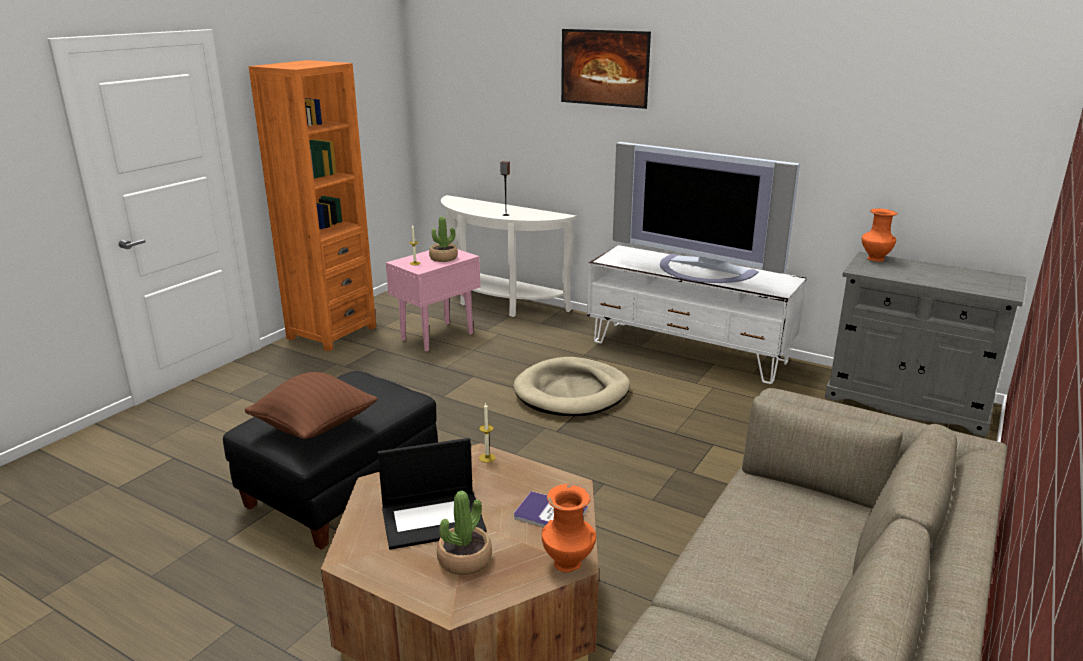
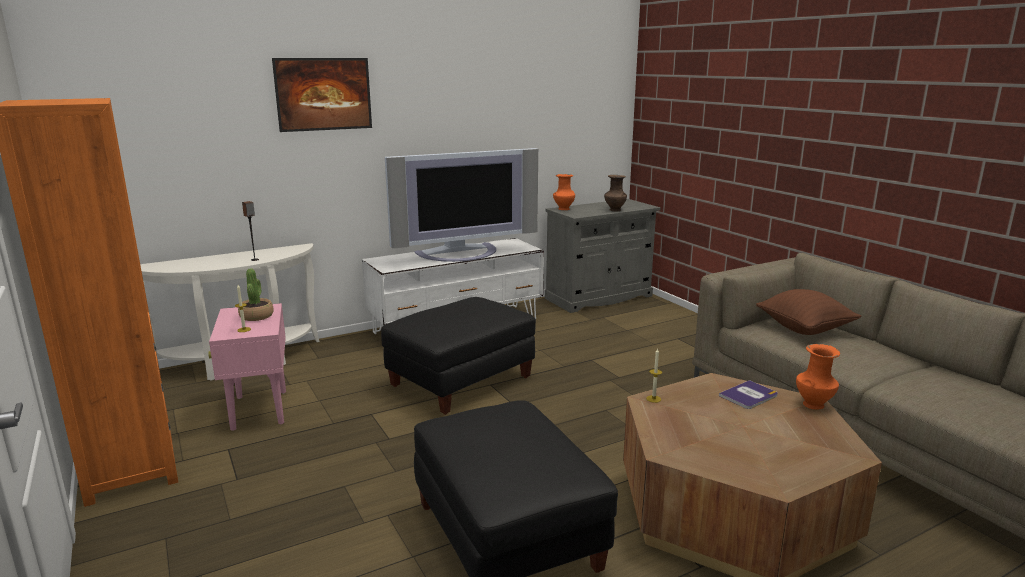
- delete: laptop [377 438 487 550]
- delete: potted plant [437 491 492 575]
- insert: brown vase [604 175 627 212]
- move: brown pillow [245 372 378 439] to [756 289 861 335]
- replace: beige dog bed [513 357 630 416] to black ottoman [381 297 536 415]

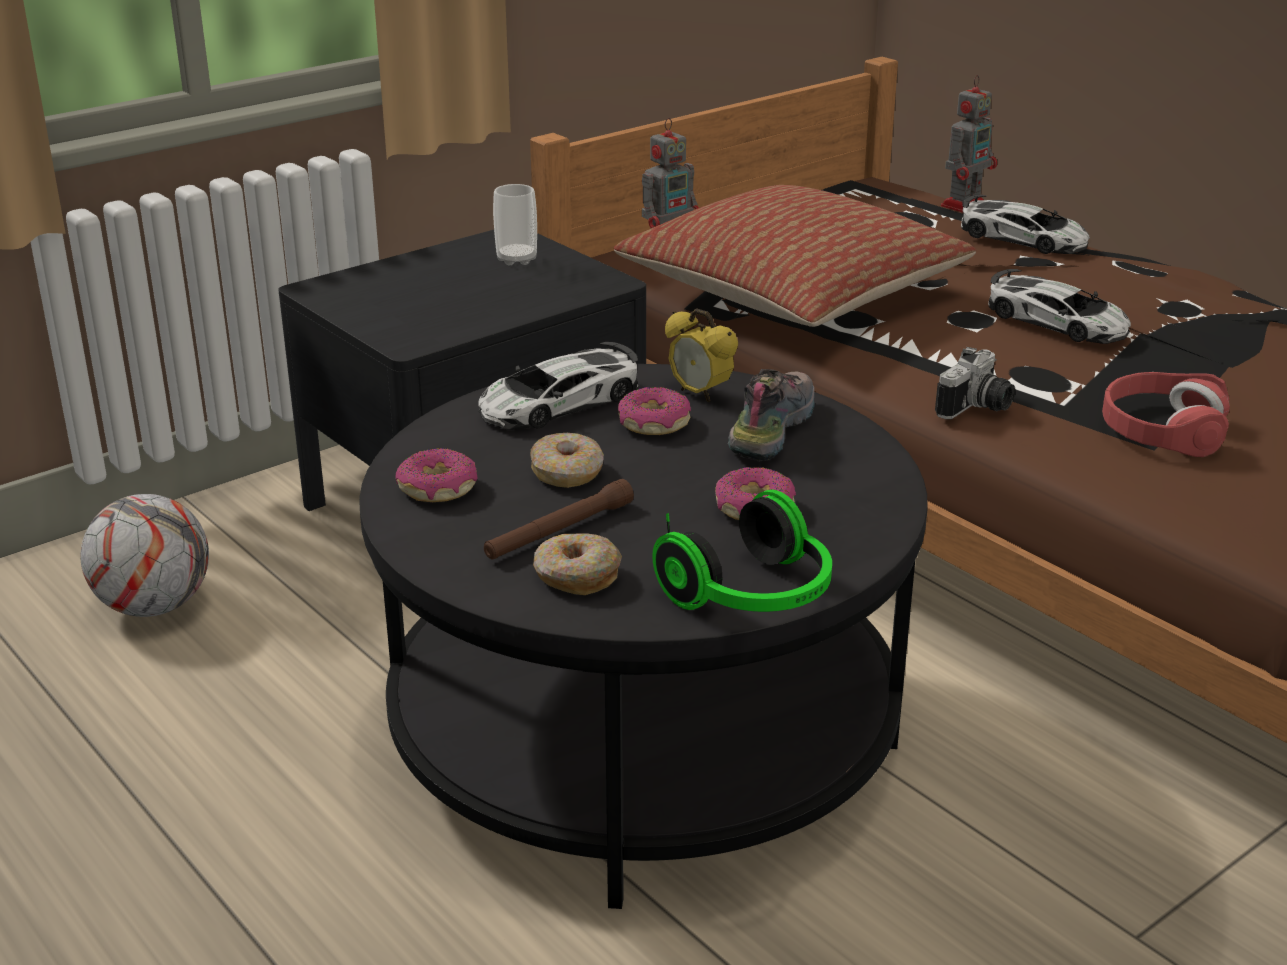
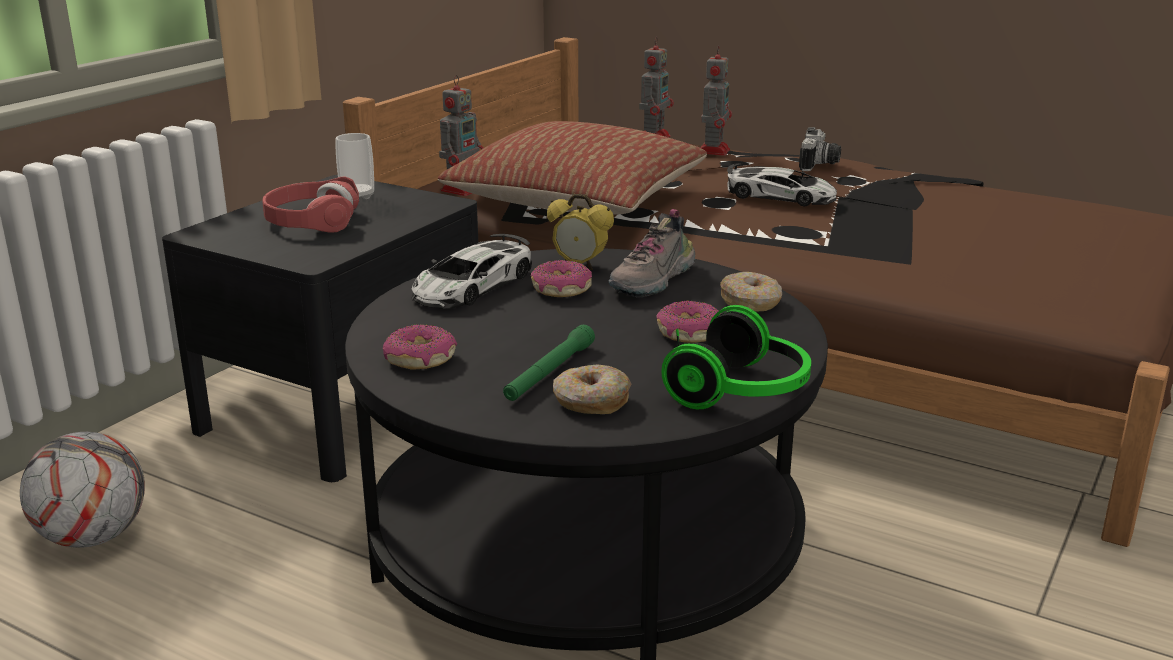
- move: donut [531 433 604 488] to [720 272 782 312]
- move: photo camera [935 347 1015 419] to [799 127 841 171]
- move: red headphones [1102 372 1230 457] to [262 177 359 233]
- replace: toy car [961 195 1090 254] to toy robot [700 45 732 156]
- recolor: brown flashlight [484 479 634 560] to green flashlight [503 325 595 401]
- rotate: shoe [728 369 815 462] = [608 209 695 298] 150 degrees counterclockwise

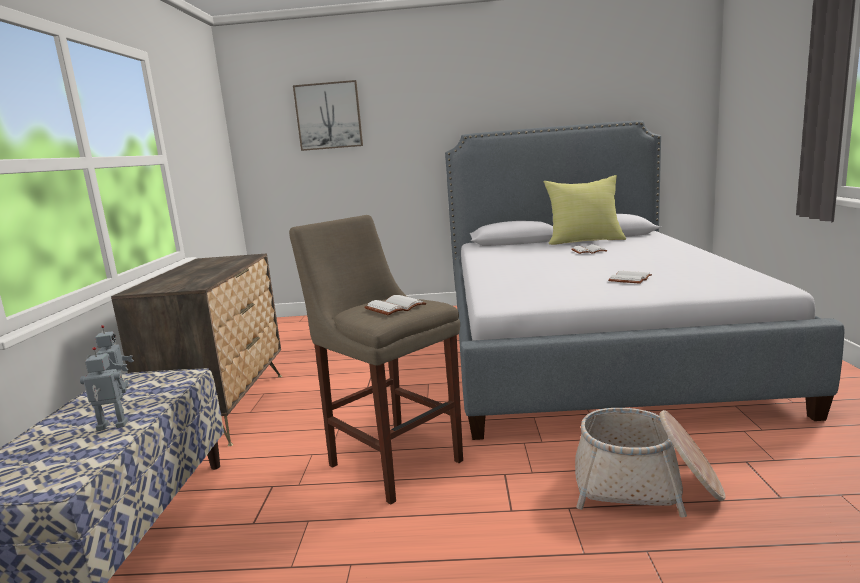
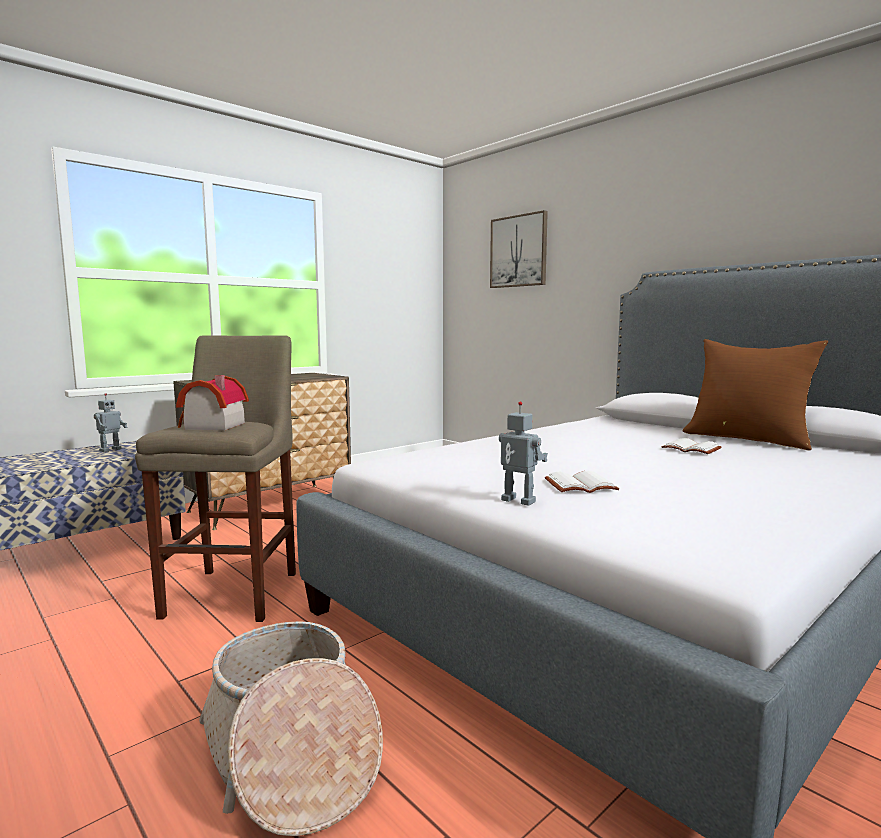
- move: toy robot [80 347 129 431] to [499 401 548 506]
- replace: white book [364 295 427 316] to toy house [176 375 249 430]
- recolor: yellow pillow [544 175 626 245] to brown pillow [683 339 828 451]

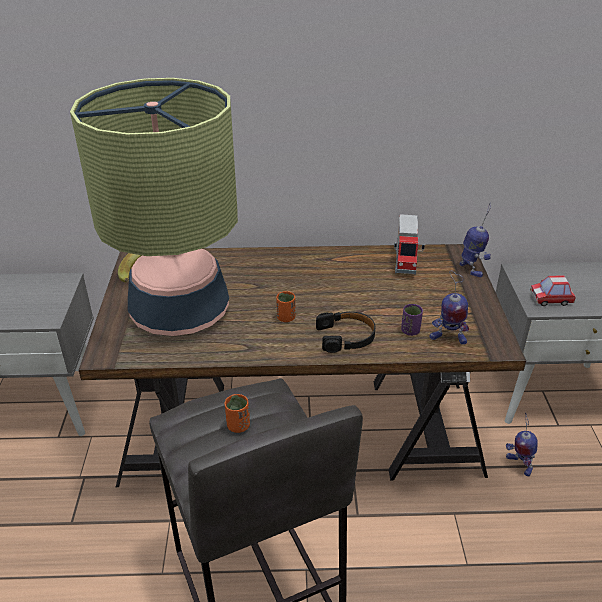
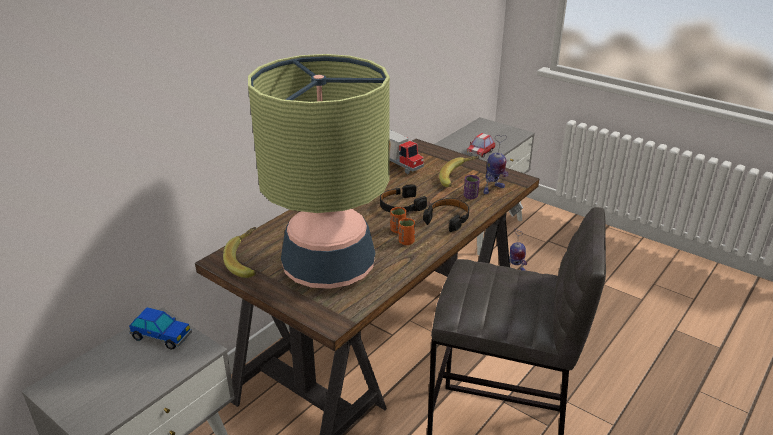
- delete: toy robot [459 202 491 278]
- insert: toy car [129 307 192 350]
- insert: black headphones [380 184 427 212]
- insert: banana [439 156 479 187]
- move: orange cup [224 394 250 433] to [399 218 415 245]

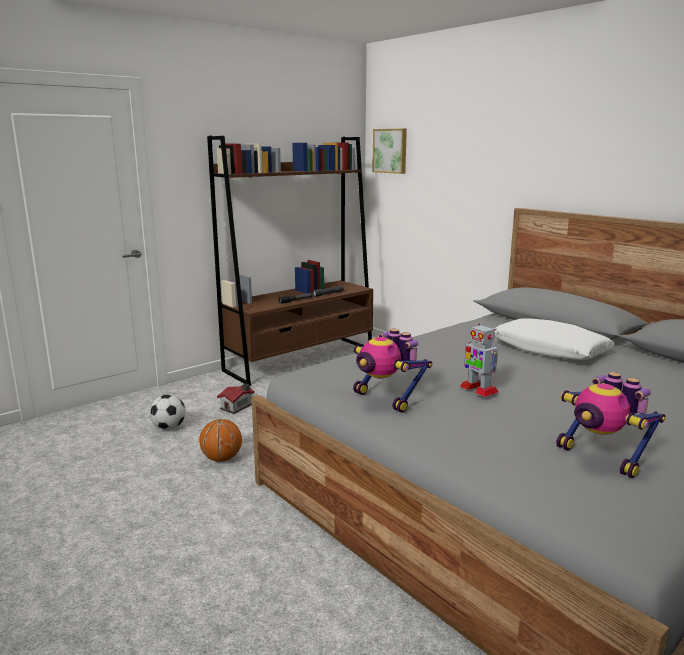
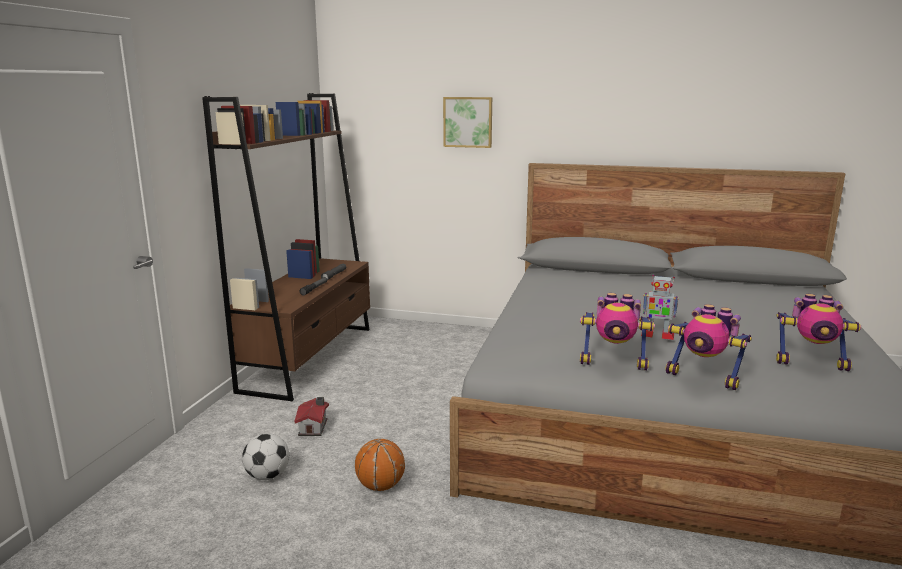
- delete: white pillow [494 318 615 360]
- insert: toy robot [665 304 752 390]
- move: picture [372 129 407 174] to [443 97 492 148]

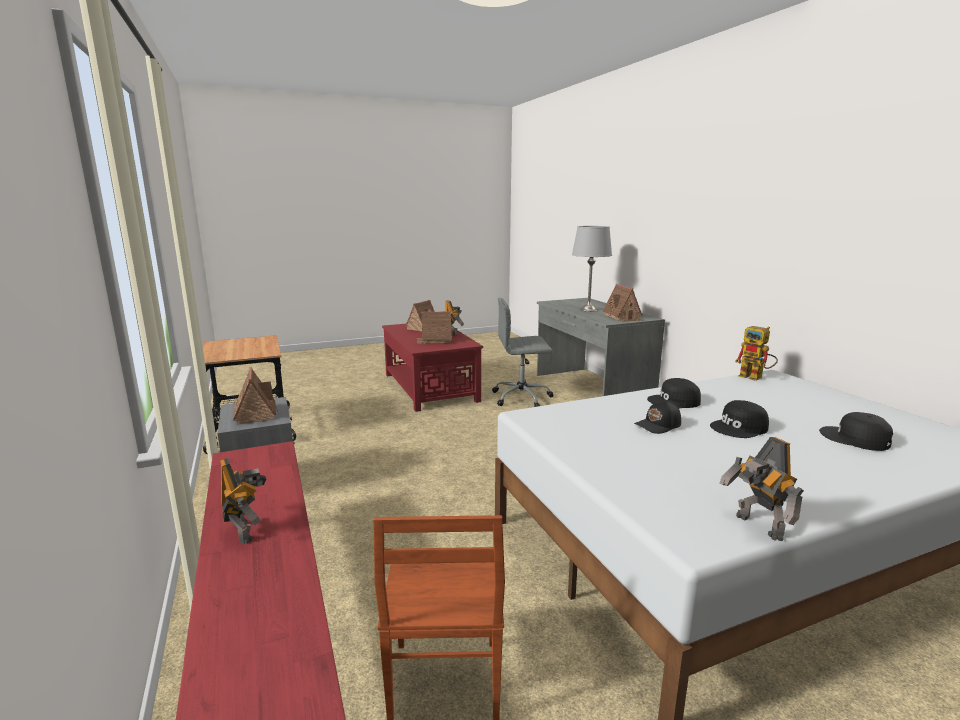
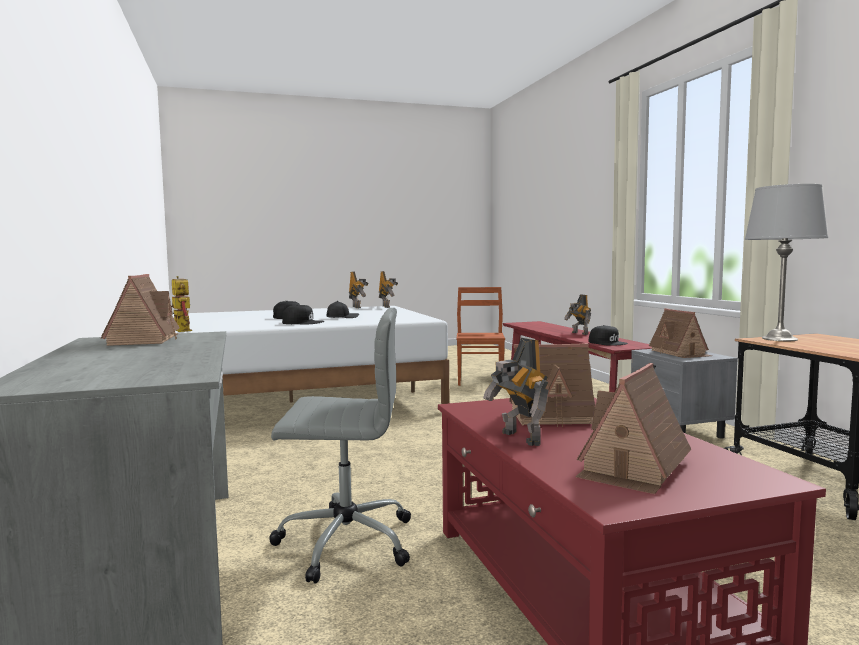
- insert: toy robot [379 271 398 308]
- move: grey table lamp [572 226 612 312] to [745 184 828 341]
- move: black cap [819 412 893 451] to [589 325 628 346]

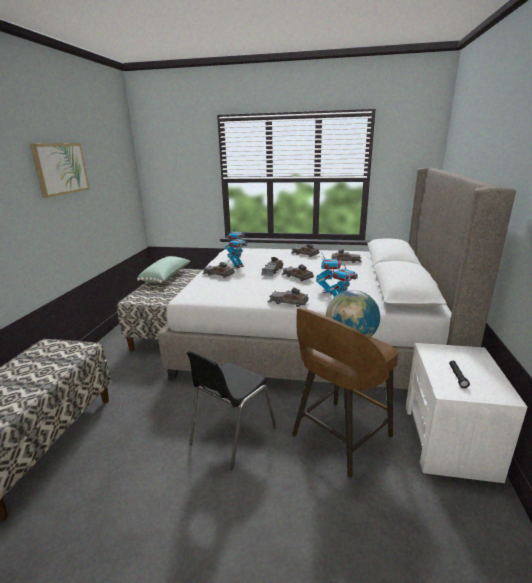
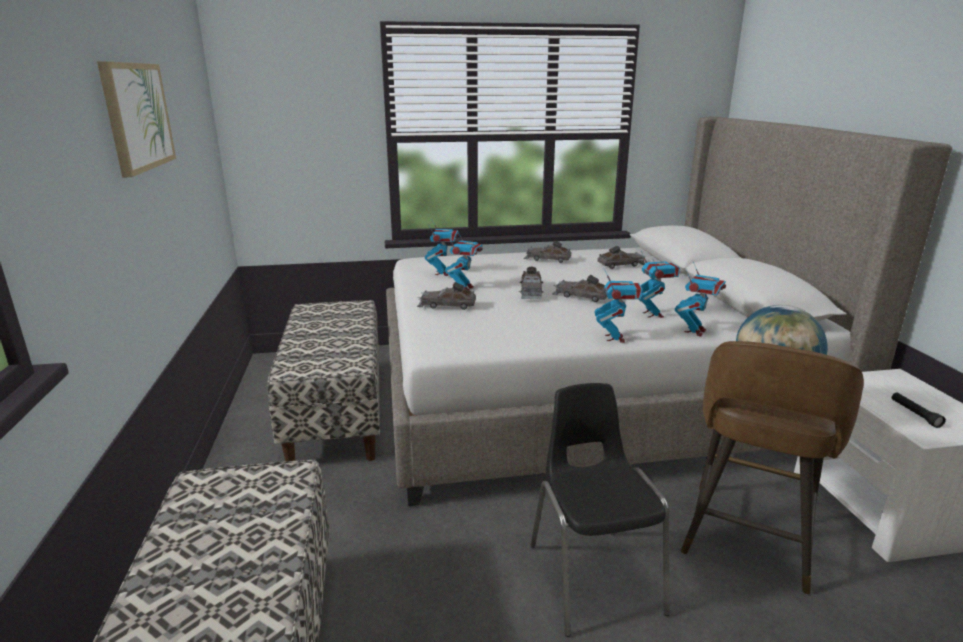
- delete: green pillow [137 256 191 283]
- replace: grey toy car [268 287 309 307] to toy robot [595 269 643 343]
- rotate: black chair [187 351 277 471] = [530 383 670 637] 150 degrees clockwise

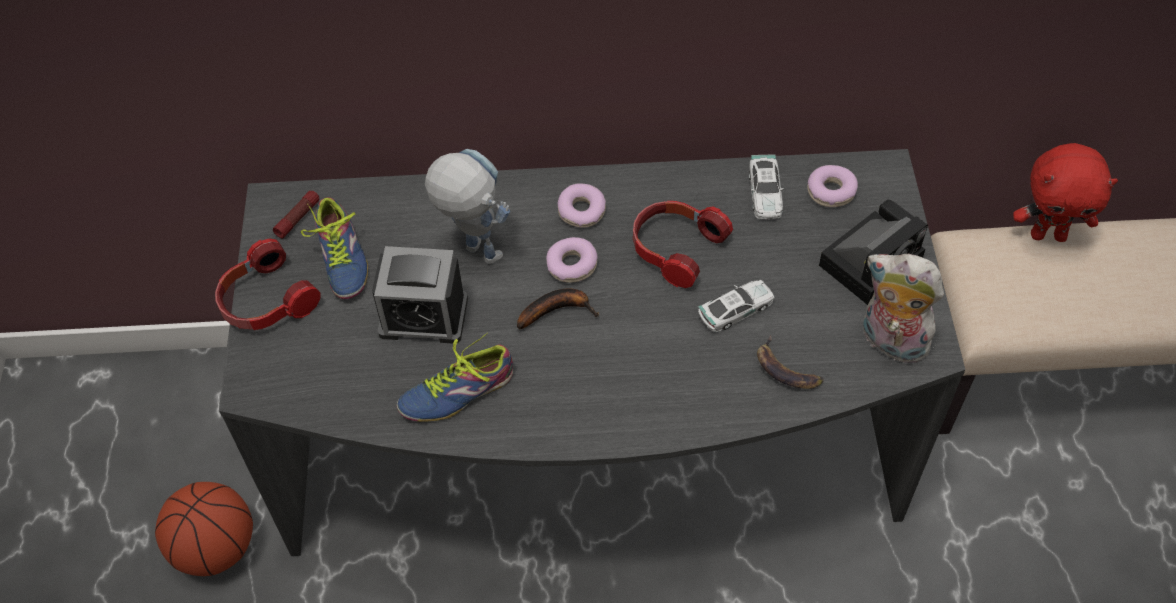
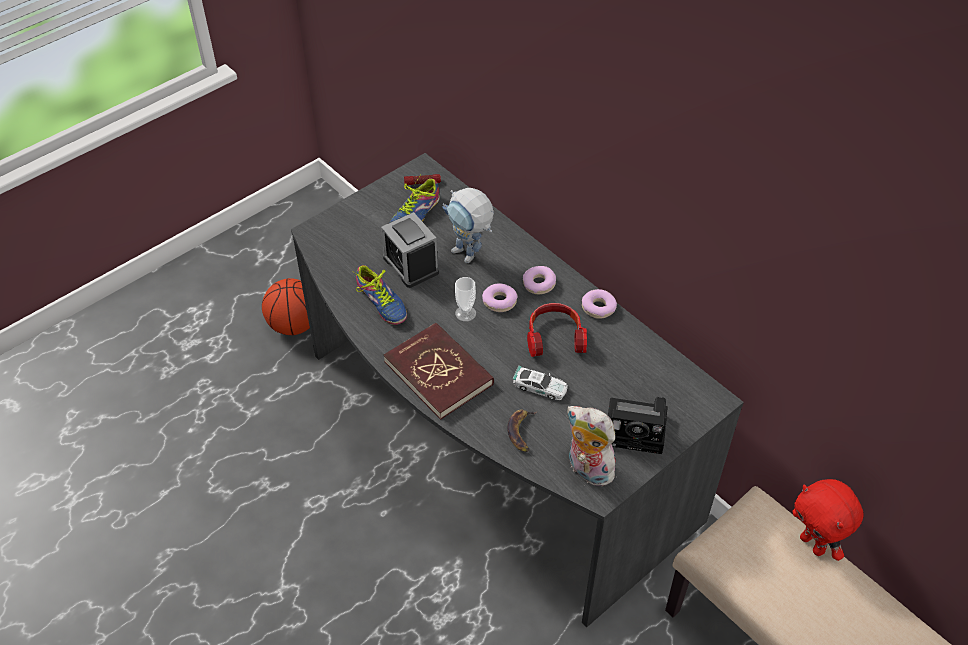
- delete: headphones [215 238 321 330]
- delete: toy car [749 154 784 219]
- insert: red book [384 323 494 420]
- move: donut [807 165 858 207] to [582 289 617 319]
- replace: banana [517 288 599 330] to cup [455 277 476 322]
- rotate: shoe [397 333 513 422] = [354 265 407 325] 150 degrees counterclockwise
- rotate: toy robot [425 149 510 264] = [442 188 494 263] 135 degrees clockwise
- rotate: plush toy [863 254 944 363] = [567 406 621 486] 45 degrees counterclockwise

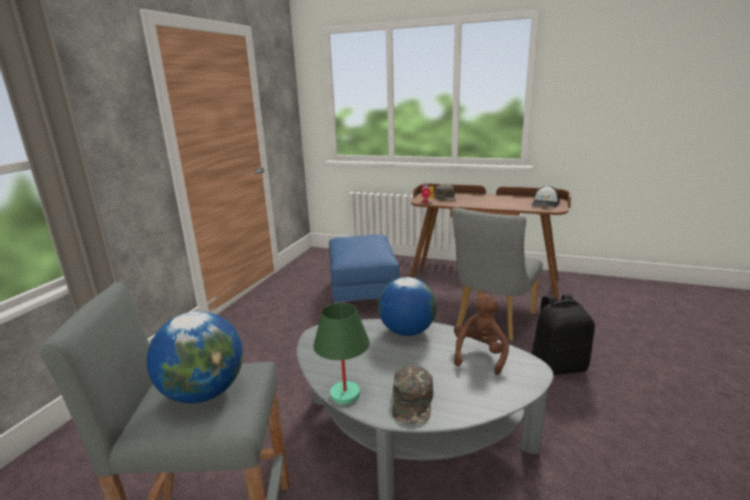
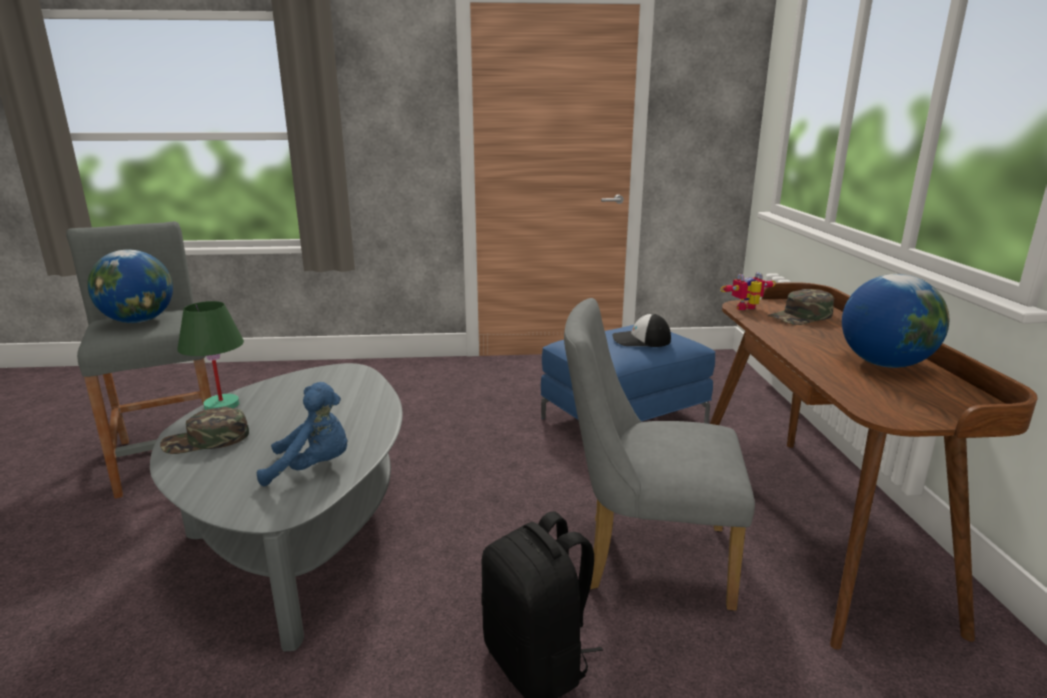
- move: globe [378 277 437 336] to [842 274 950 368]
- move: cap [531 186 560 208] to [613 314 671 347]
- recolor: brown plush toy [454 293 509 375] to blue plush toy [256 382 347 487]

